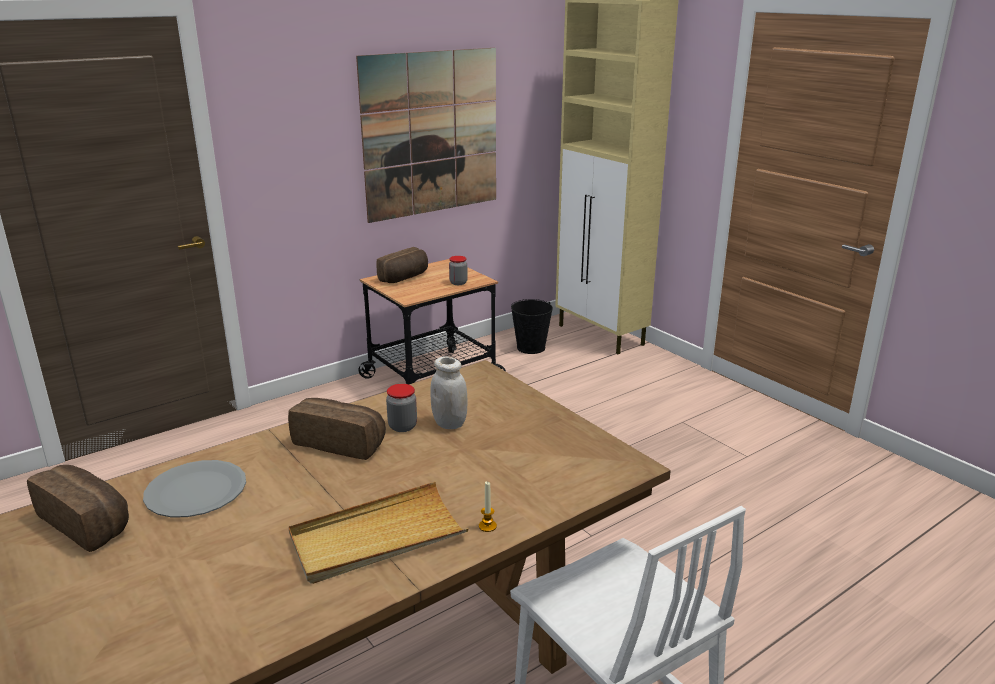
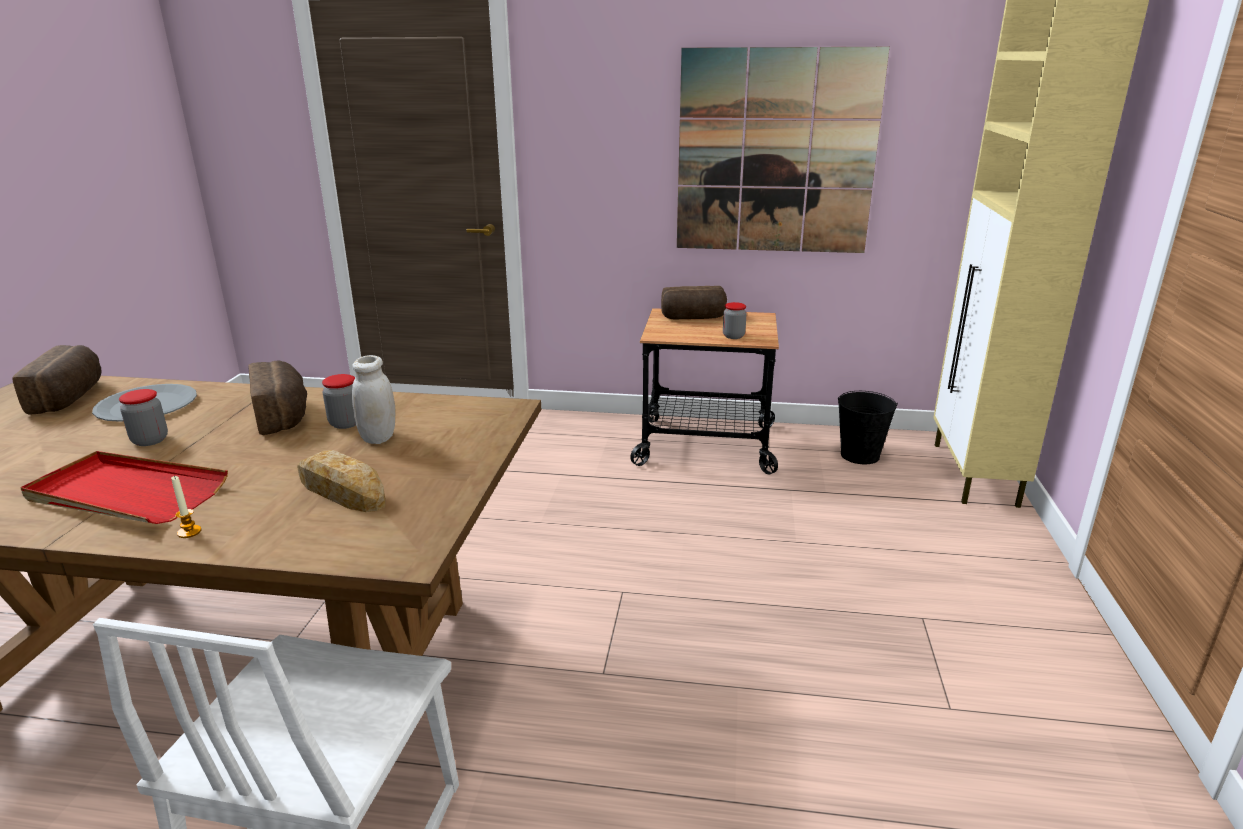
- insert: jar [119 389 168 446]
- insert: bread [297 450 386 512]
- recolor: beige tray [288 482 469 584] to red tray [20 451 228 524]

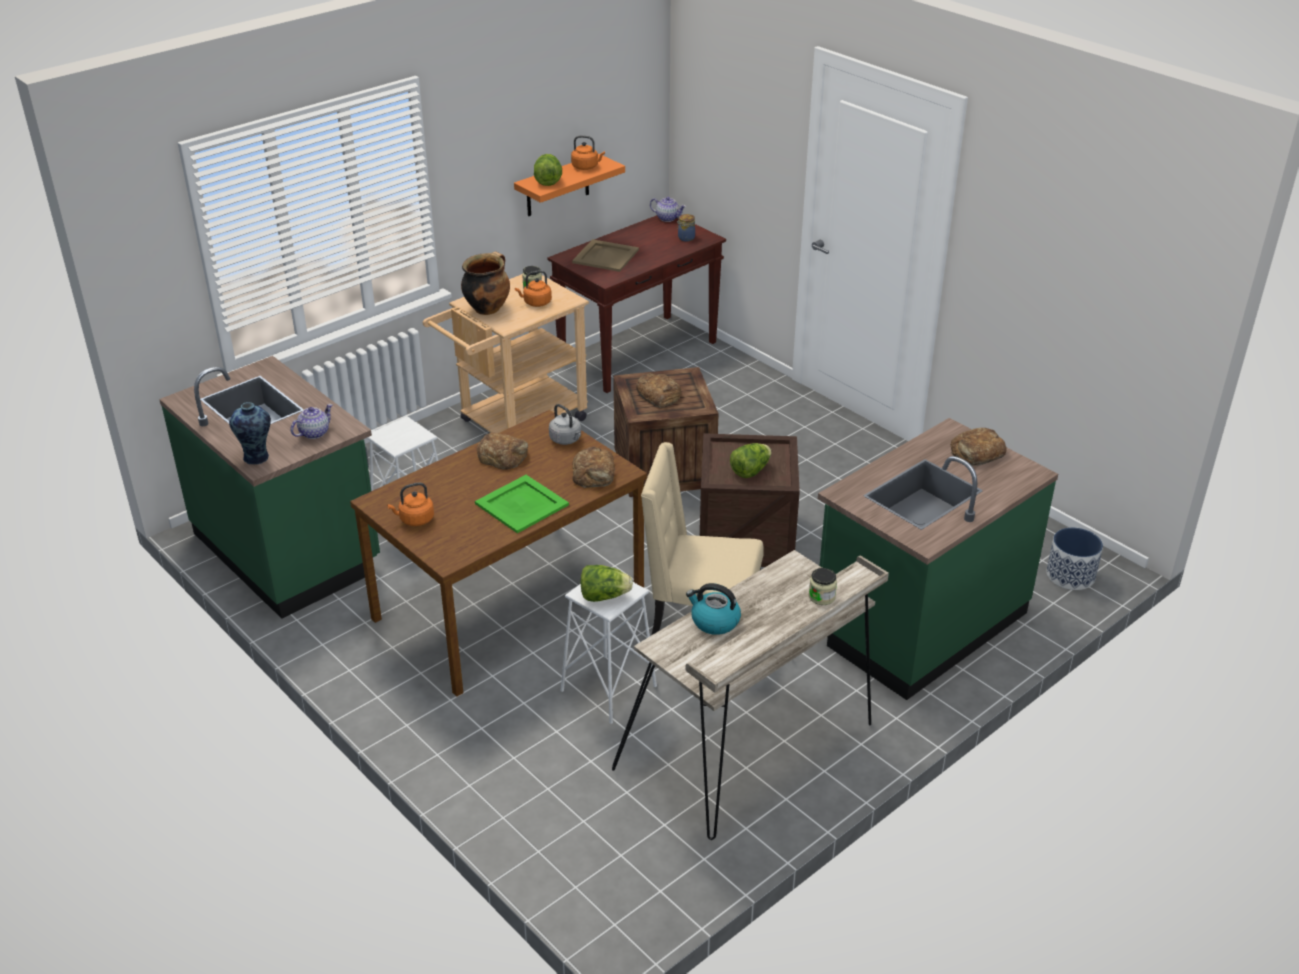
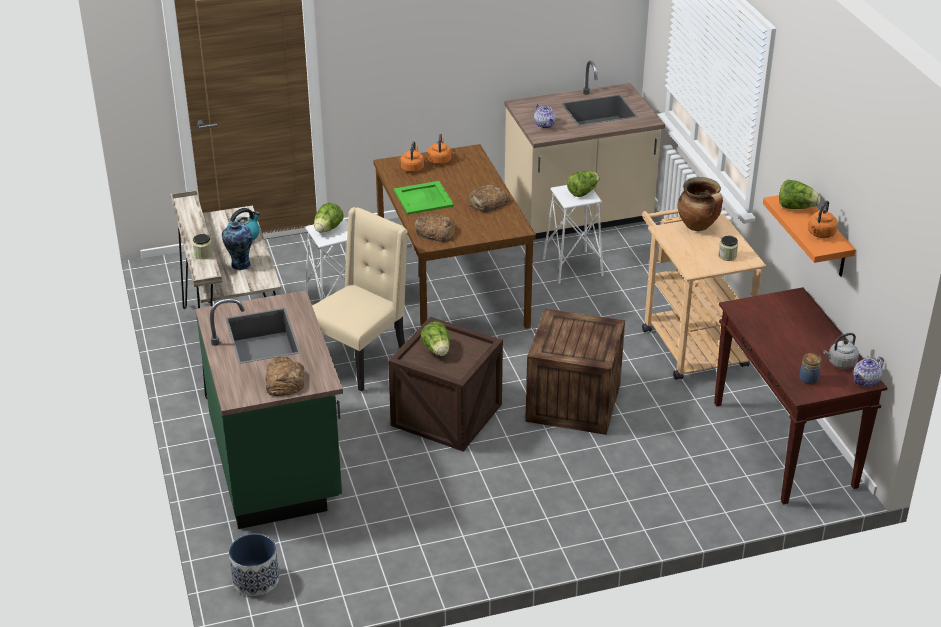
- delete: beige tray [572 239 639 272]
- delete: bread [636 373 681 408]
- insert: lettuce [567 171 599 197]
- move: vase [229 402 271 464] to [222 221 252 270]
- move: orange kettle [515 270 552 307] to [400 141 424 173]
- move: grey kettle [549 404 581 445] to [823 333 859 369]
- recolor: green counter [159 356 380 619] to beige counter [505 61 665 240]

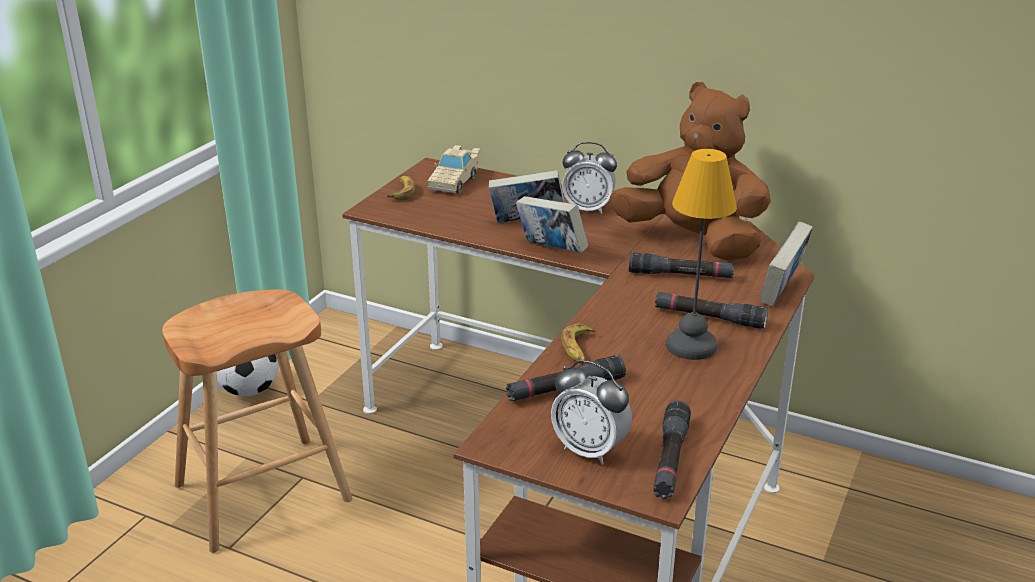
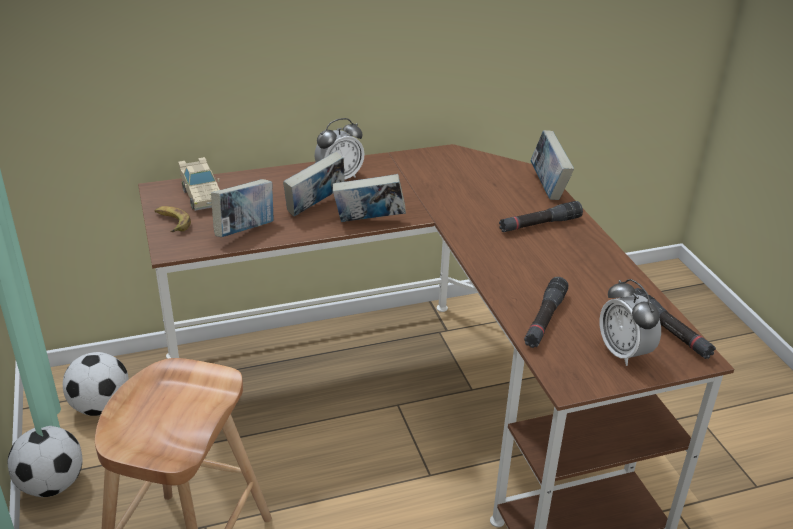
- delete: banana [561 323 596 364]
- delete: brown plush toy [610 82 771 260]
- delete: black flashlight [629 253 734 278]
- delete: table lamp [666 149 737 360]
- insert: football [63 352 129 416]
- insert: book [211 179 273 237]
- rotate: alarm clock [551 360 632 465] = [600 279 661 366] 75 degrees clockwise

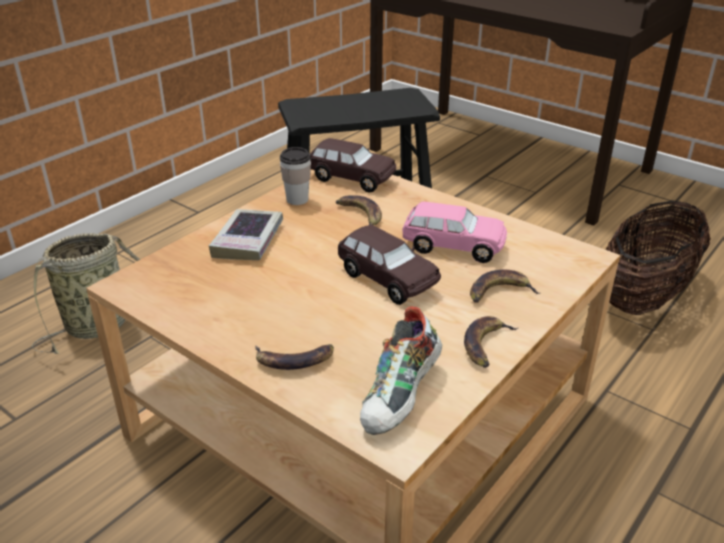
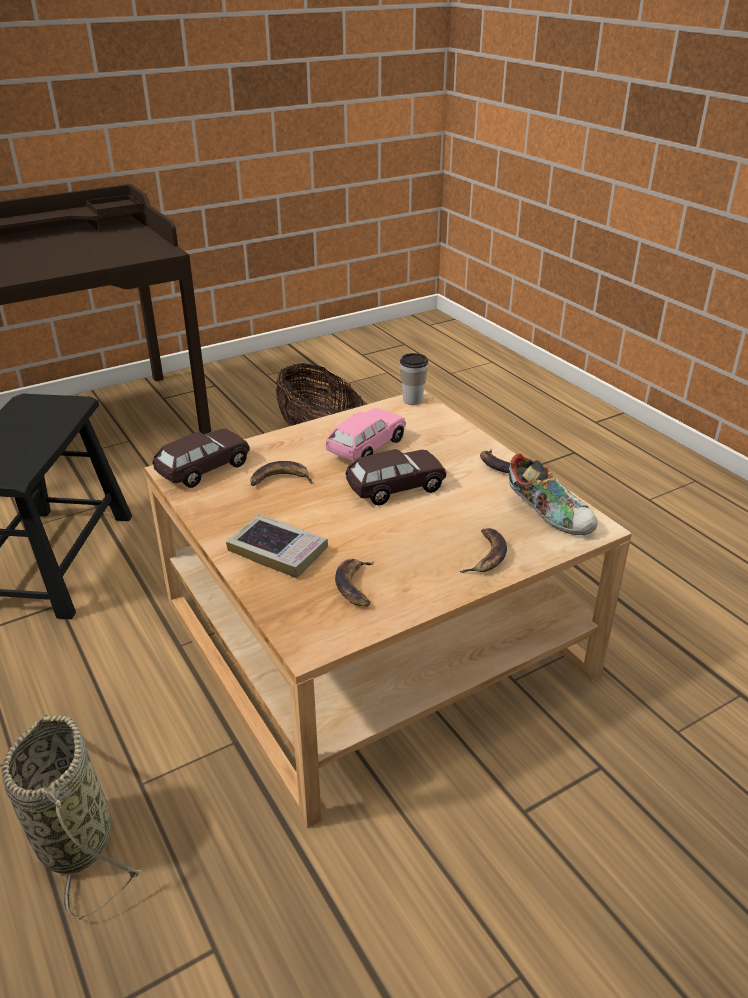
- move: cup [280 147 311 205] to [400 353 428 405]
- move: banana [470 269 540 303] to [335 559 374 607]

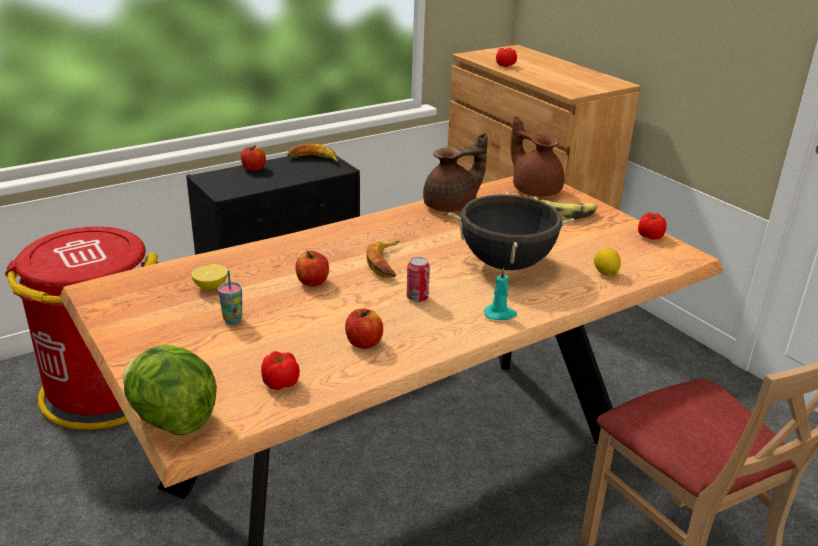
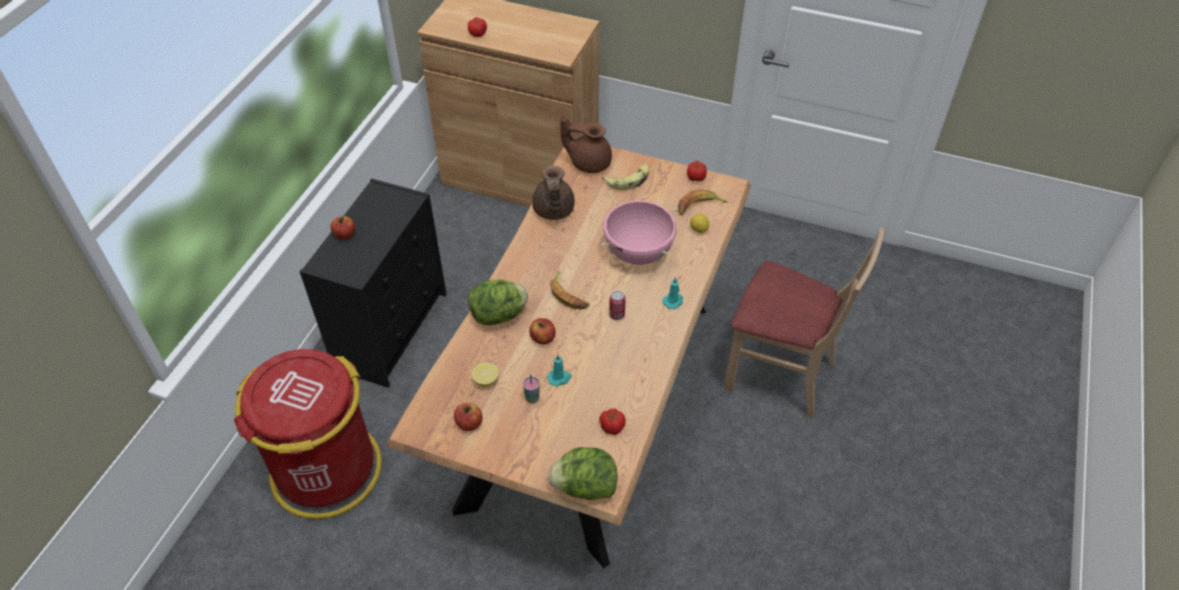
- insert: lettuce [468 280 528 325]
- insert: turquoise candle [548 355 572 386]
- move: banana [287 143 338 162] to [678 189 728 215]
- move: apple [345 308 383 349] to [454 403 482 431]
- recolor: black cooking pot [448 192 574 270] to pink cooking pot [602 200 677 265]
- rotate: brown teapot [423 132 488 212] = [532 166 575 220] 150 degrees clockwise

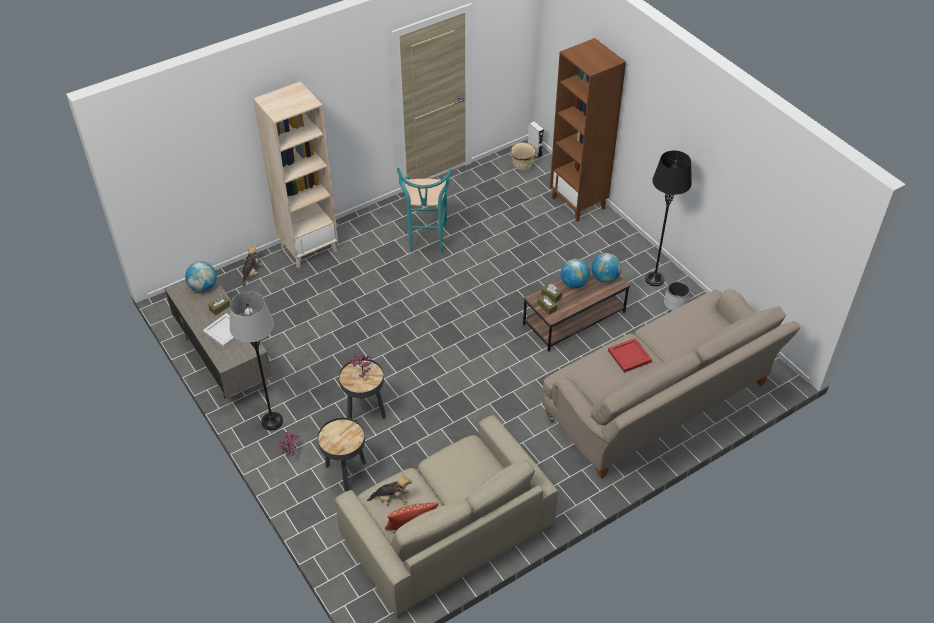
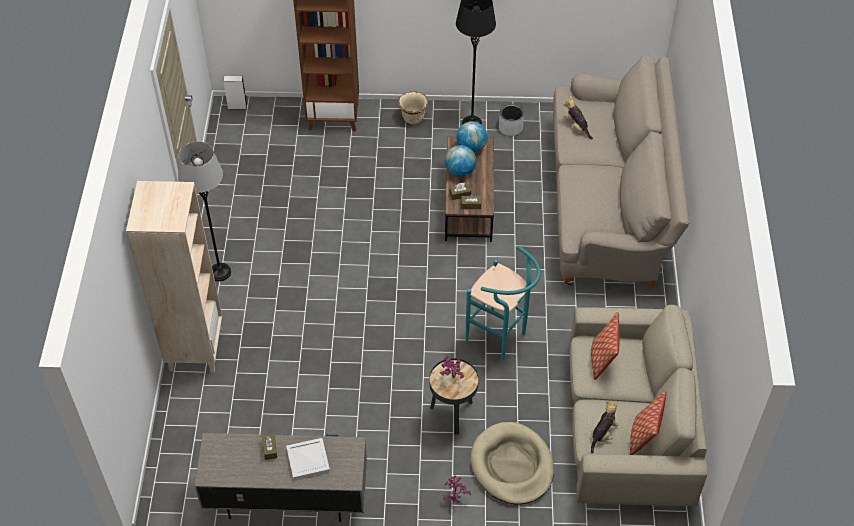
- delete: globe [185 261 217 292]
- delete: red tray [608 338 652 373]
- insert: pillow [591 312 620 380]
- move: grey floor lamp [230 292 283 430] to [178 141 231 281]
- move: plush toy [242 244 262 287] to [563 95 593 139]
- move: turquoise stool [397 168 452 253] to [466 246 541 360]
- move: beige planter [510 143 536 171] to [398 91 428 124]
- replace: black side table [318 418 366 492] to beige dog bed [470 422 554 504]

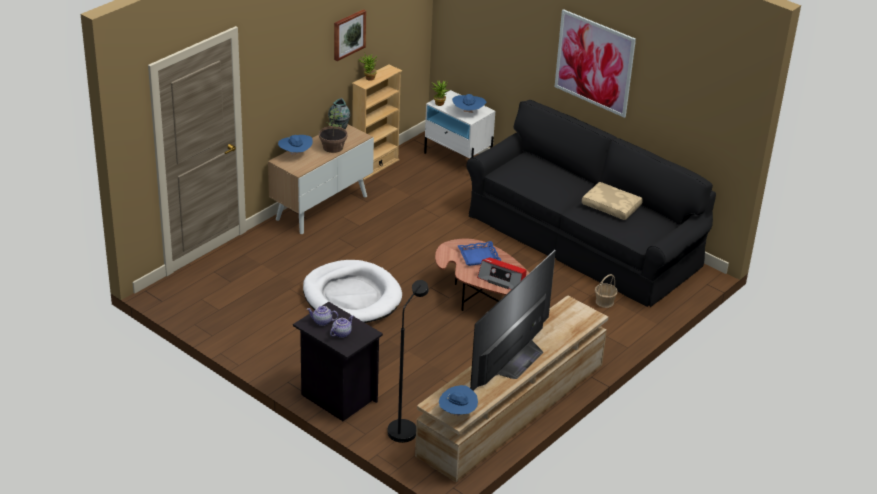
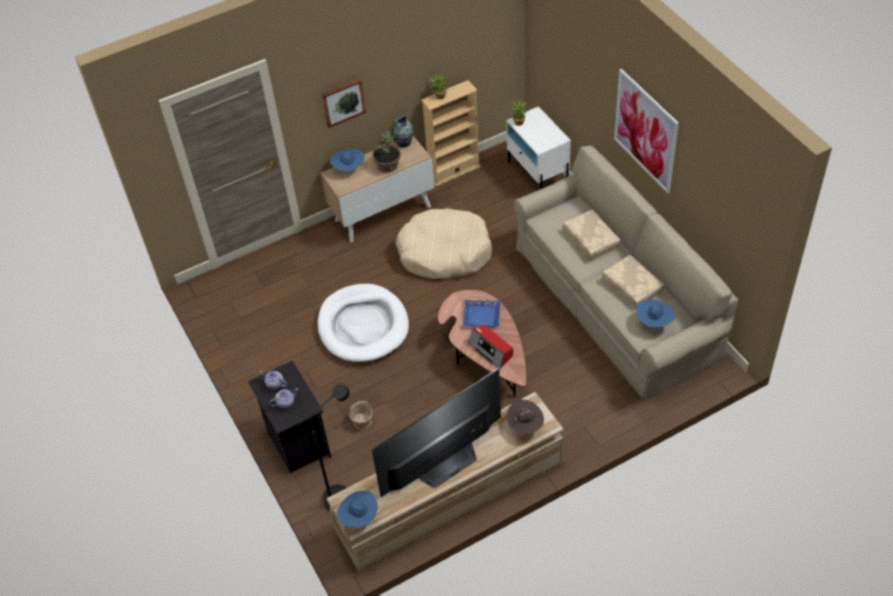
- insert: beige dog bed [396 208 492 279]
- insert: brown hat [507 399 544 434]
- insert: beige pillow [563 209 621 259]
- move: picture [334 9 366 61] to [322 78 366 128]
- move: blue hat [452 94 487 113] to [636 299 675 327]
- move: basket [595 274 618 308] to [349 401 373 430]
- recolor: black sofa [466 100 716 307] to beige sofa [513 145 738 400]

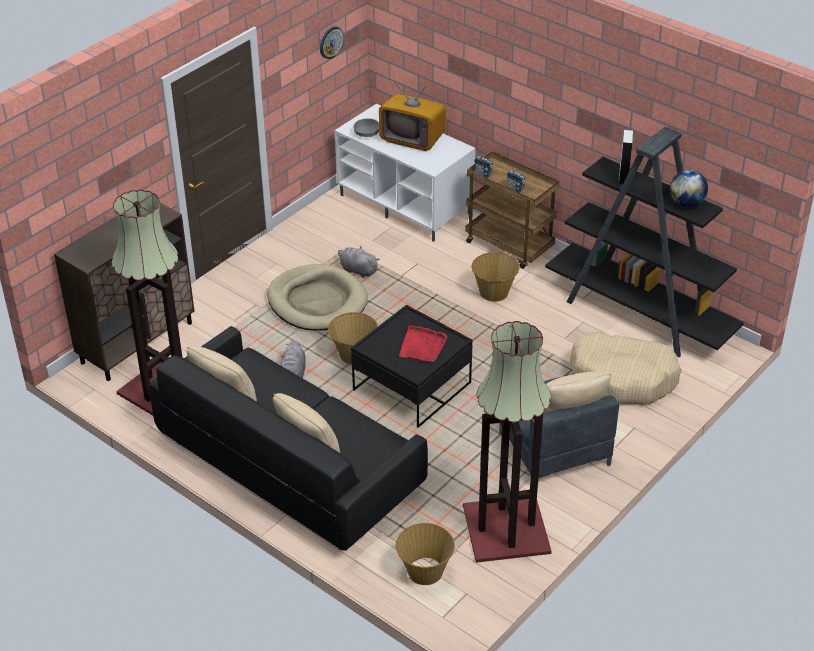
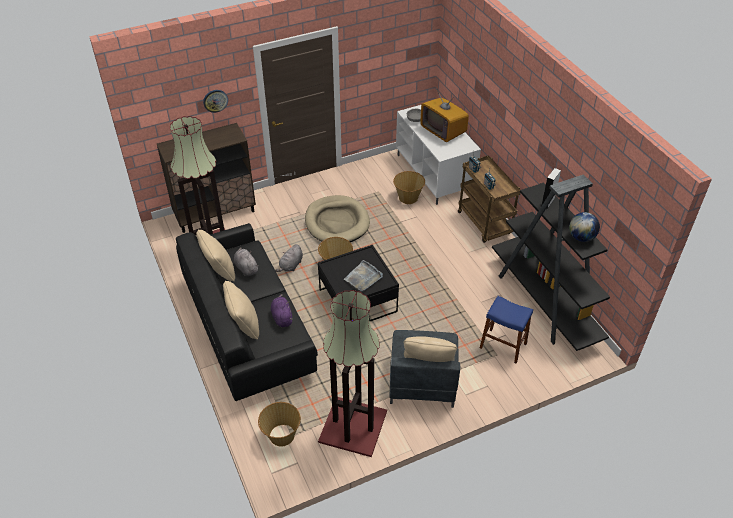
- insert: purple plush toy [271 294 292 327]
- move: wall clock [320 26 344 59] to [203 90 228 113]
- move: grey plush toy [338 246 380 278] to [234 247 259 276]
- move: basket [472 252 519 302] to [393 171 425 204]
- replace: beige dog bed [570 332 681 404] to blue stool [480 296 533 364]
- recolor: red tray [399 325 448 363] to grey tray [344 260 383 292]

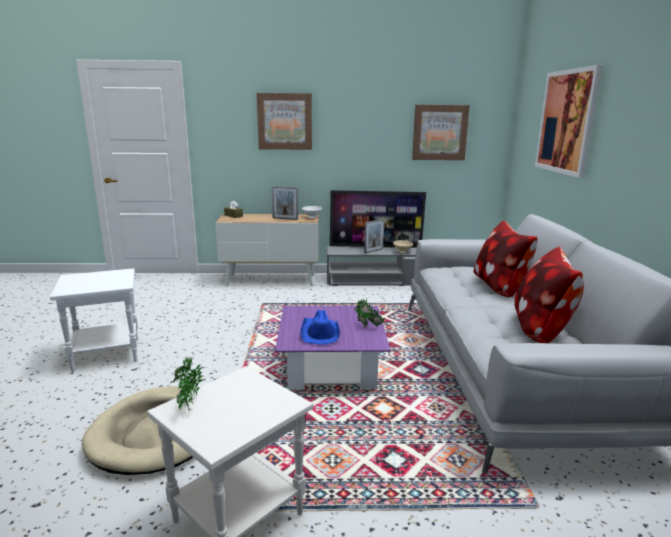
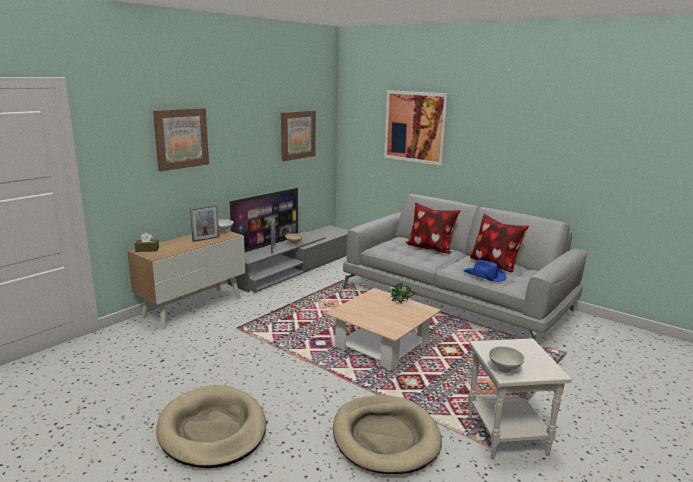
- move: blue hat [300 310 340 344] to [463 260 507 282]
- replace: white side table [50 268 138 372] to beige dog bed [156 385 266 468]
- replace: potted plant [173 356 203 410] to white bowl [489 346 525 373]
- recolor: purple coffee table [275 306 391 390] to beige coffee table [325 288 441 370]

